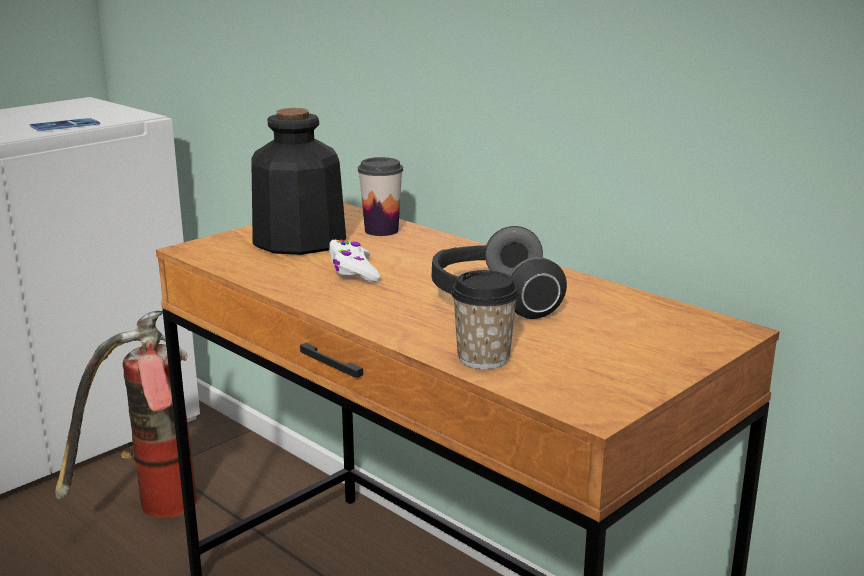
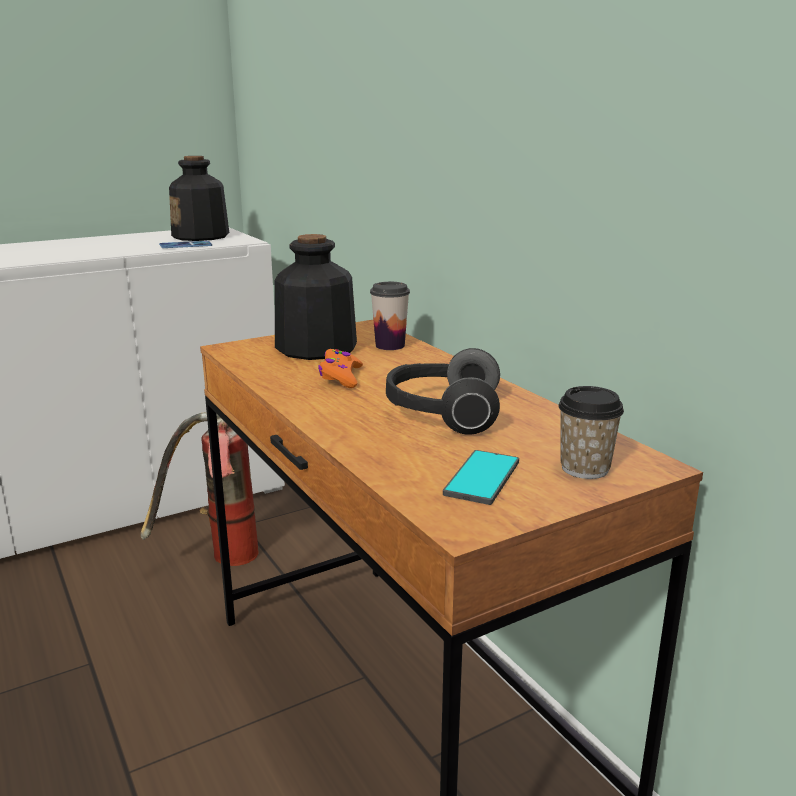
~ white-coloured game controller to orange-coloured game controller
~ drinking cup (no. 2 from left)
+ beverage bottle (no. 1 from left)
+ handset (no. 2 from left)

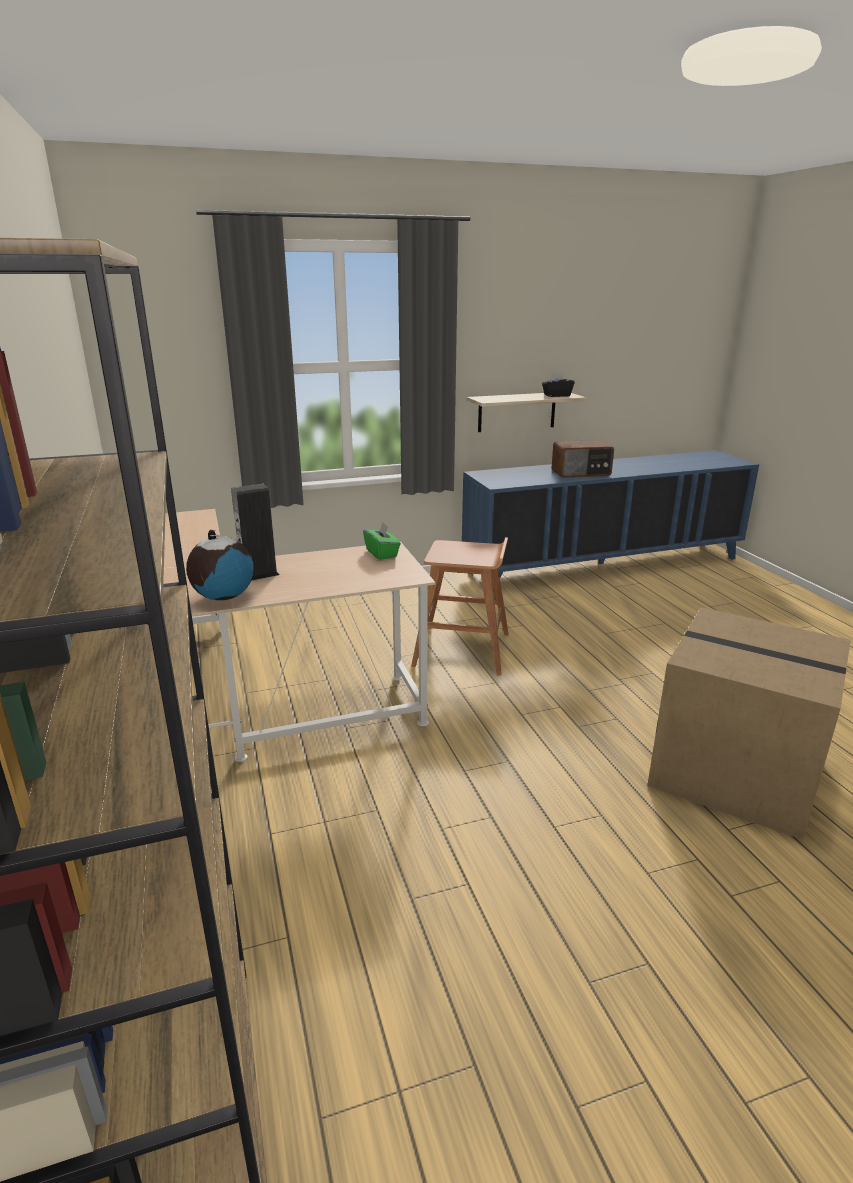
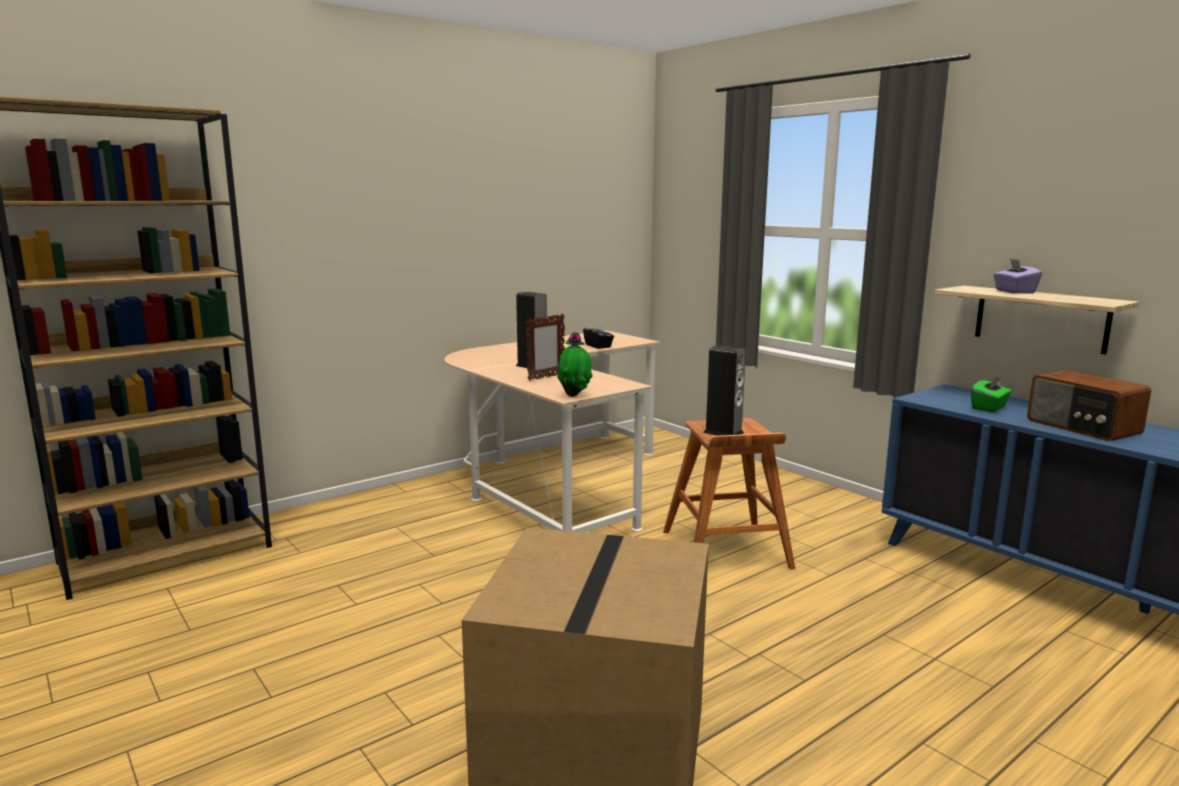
- globe
~ greenish tissue holder
~ black-coloured tissue holder
+ photo frame
+ plant in a pot
+ audio speaker (no. 2 from left)
+ purple-coloured tissue holder

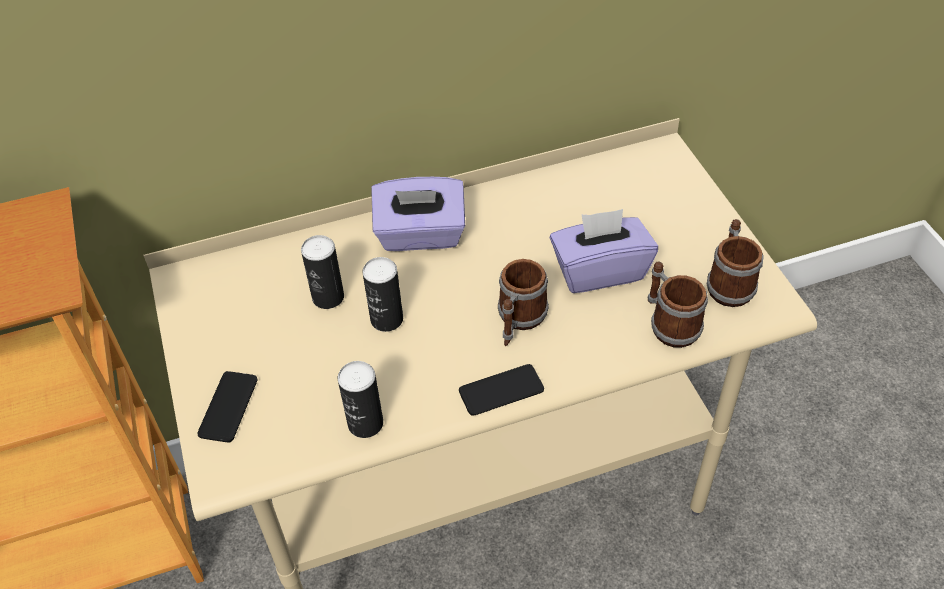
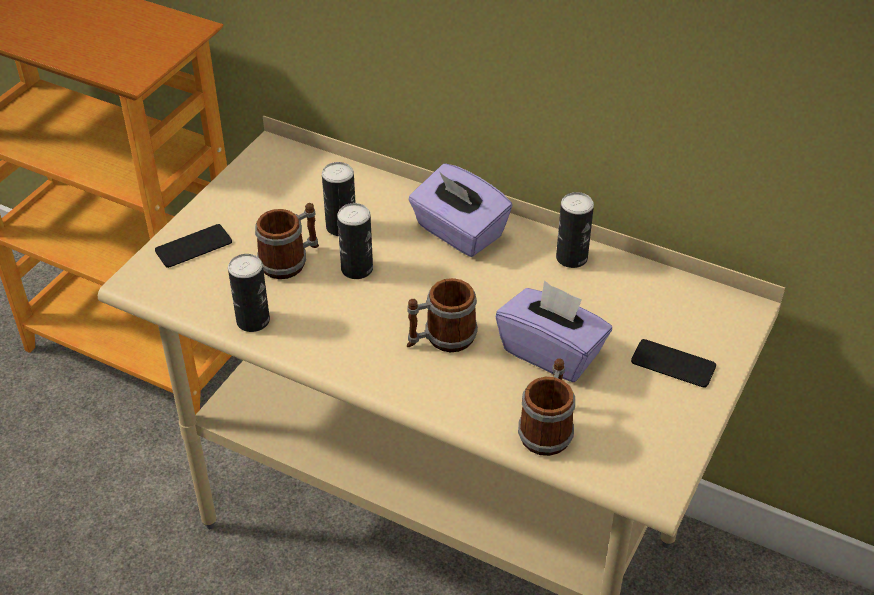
~ handset (no. 2 from left)
~ mug (no. 3 from left in the first image) to mug (no. 1 from left)
+ sealed can (no. 4 from left)

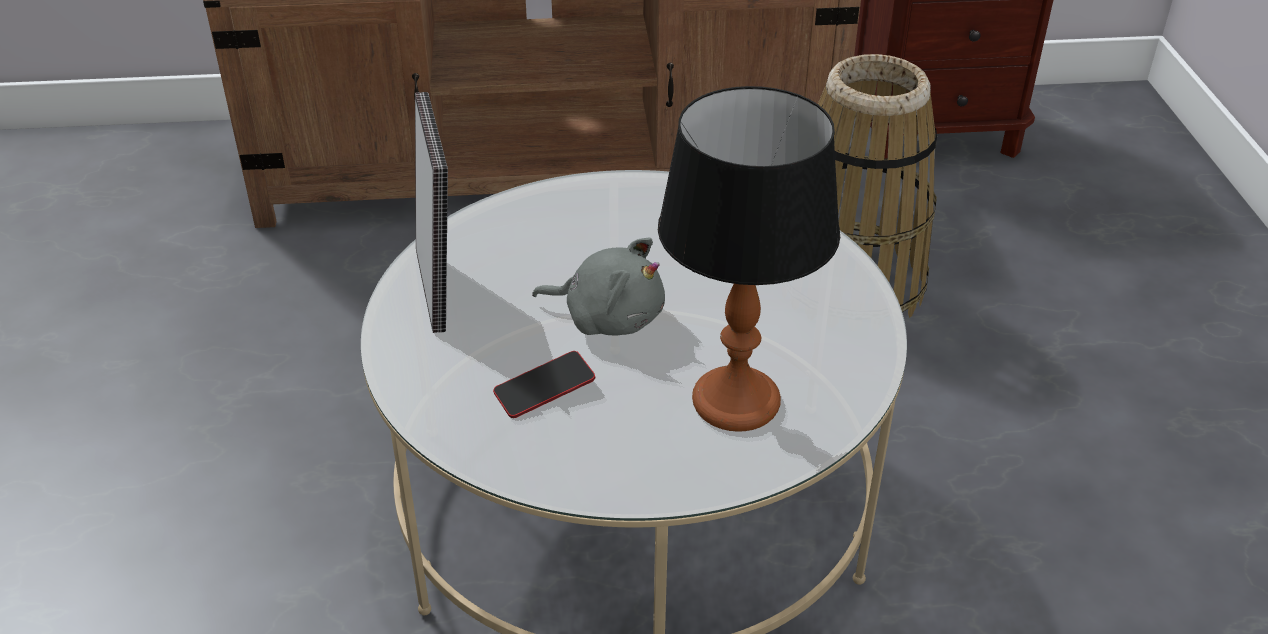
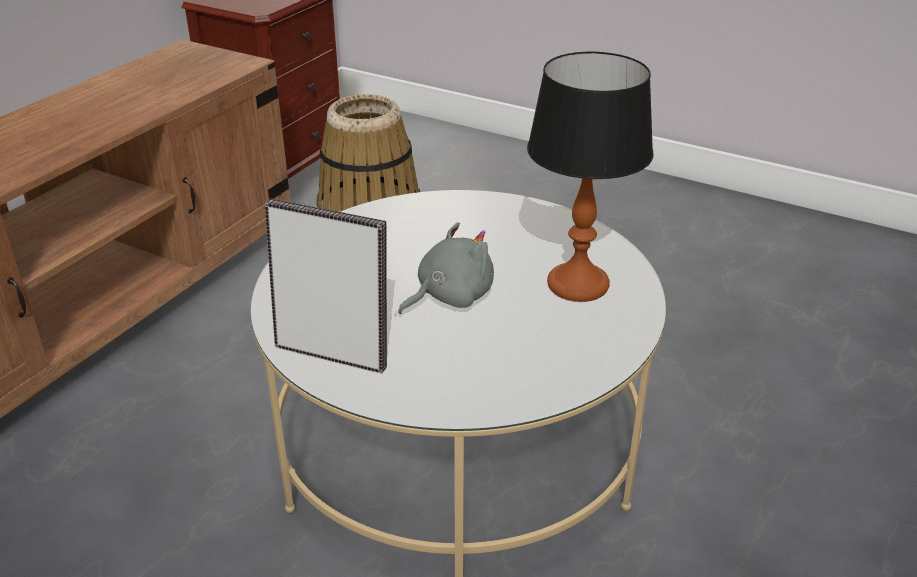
- handset

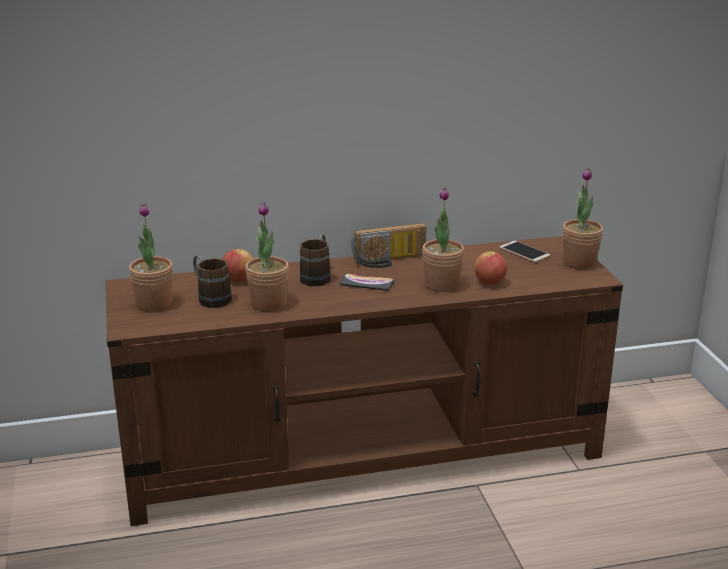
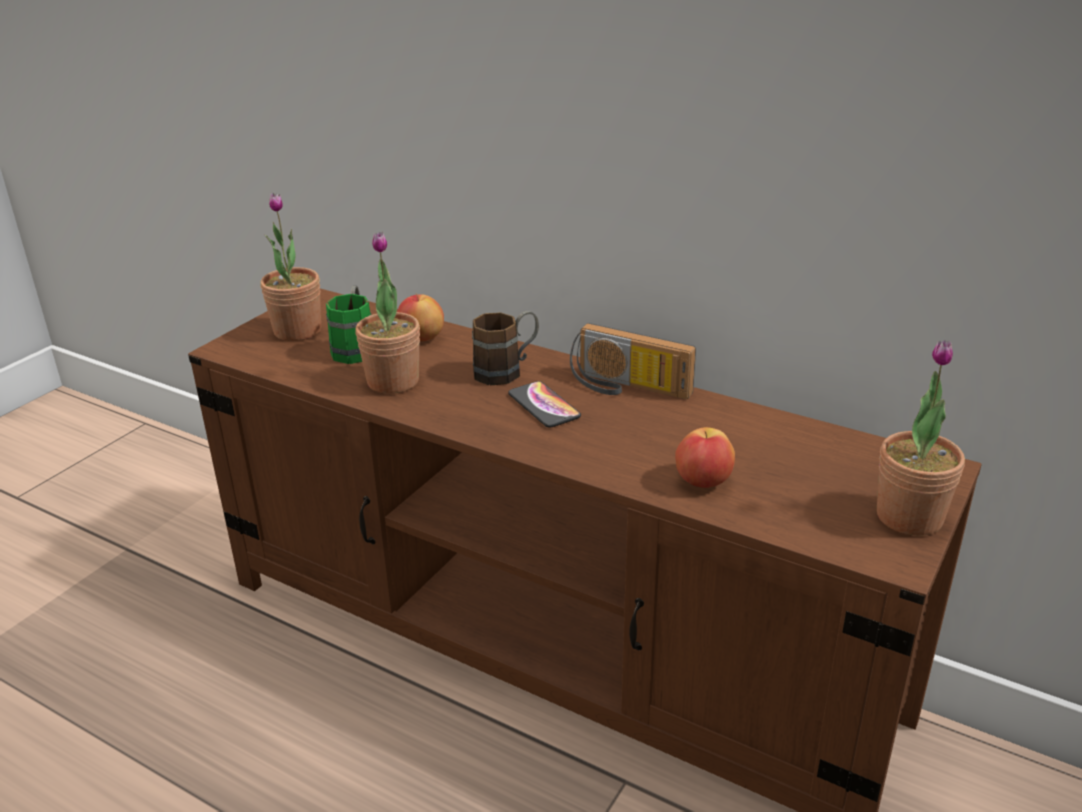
~ brown-coloured mug (no. 1 from left) to greenish mug
- plant in a pot (no. 3 from left)
- handset (no. 2 from left)

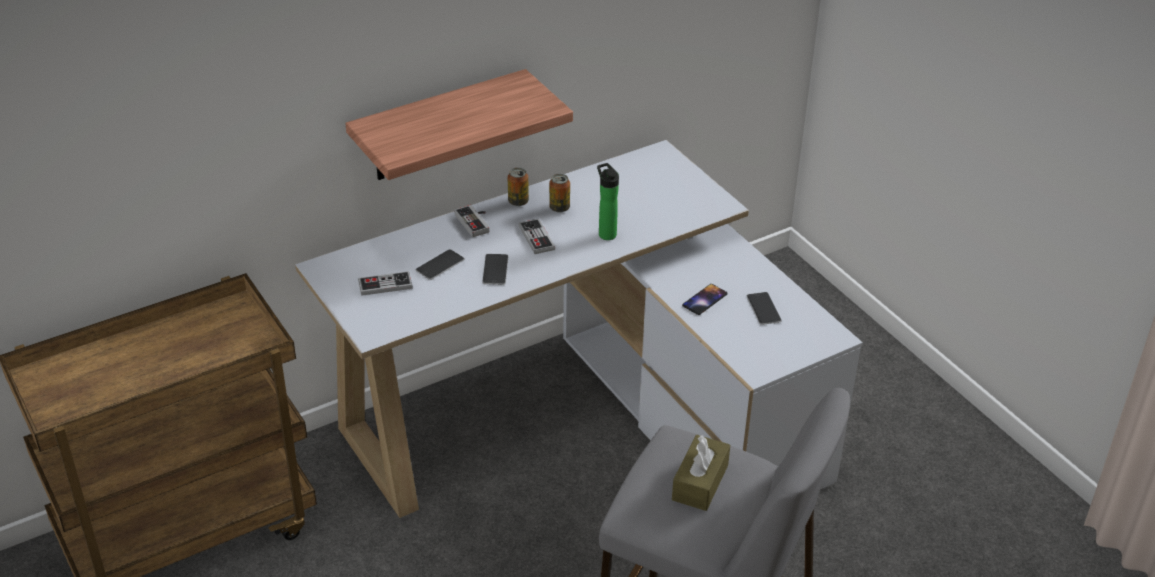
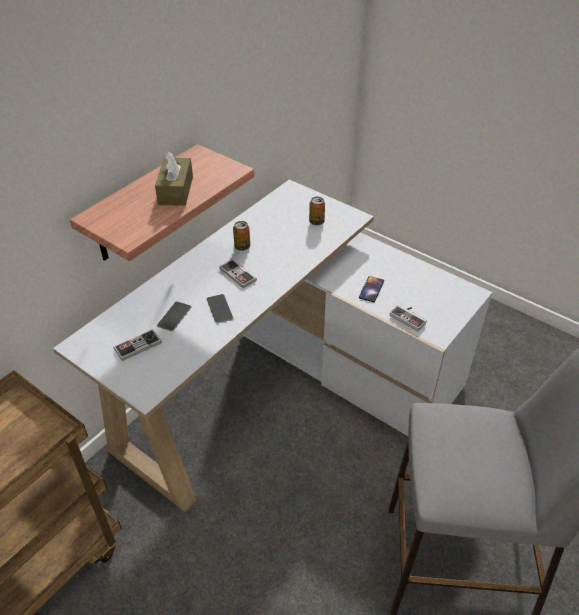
~ game controller (no. 2 from left in the first image) to game controller (no. 3 from left)
~ sealed can (no. 1 from left in the first image) to sealed can (no. 2 from left)
- beverage bottle
~ brown-coloured tissue holder
- handset (no. 4 from left)

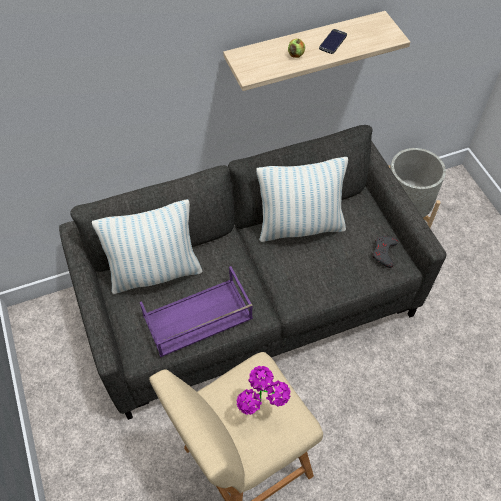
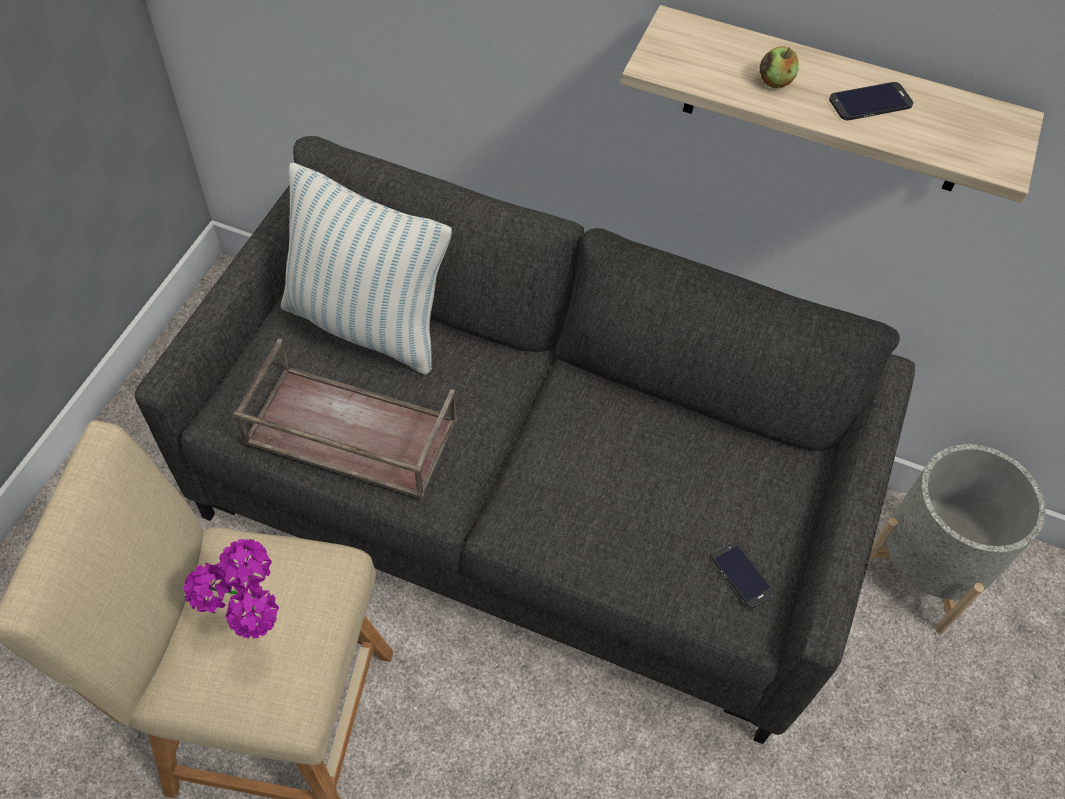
~ purple-coloured carrying tray to brown-coloured carrying tray
- cushion (no. 2 from left)
~ greyish game controller to handset (no. 1 from left)

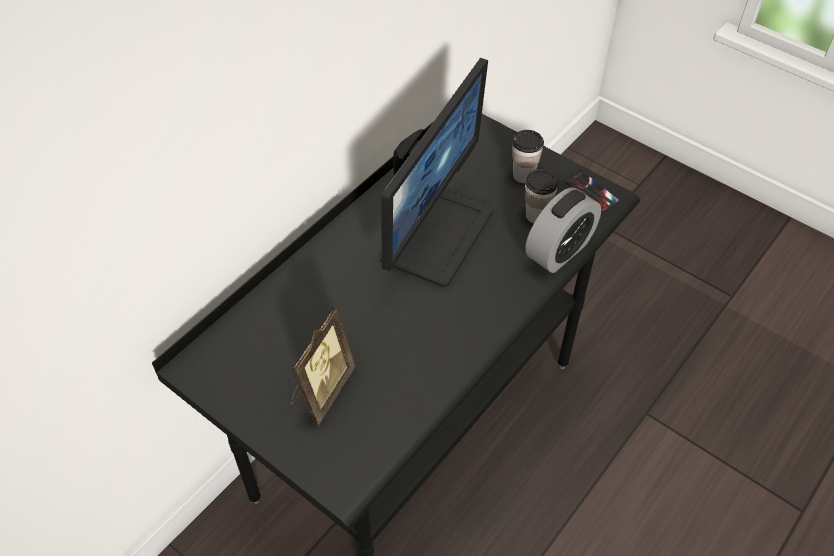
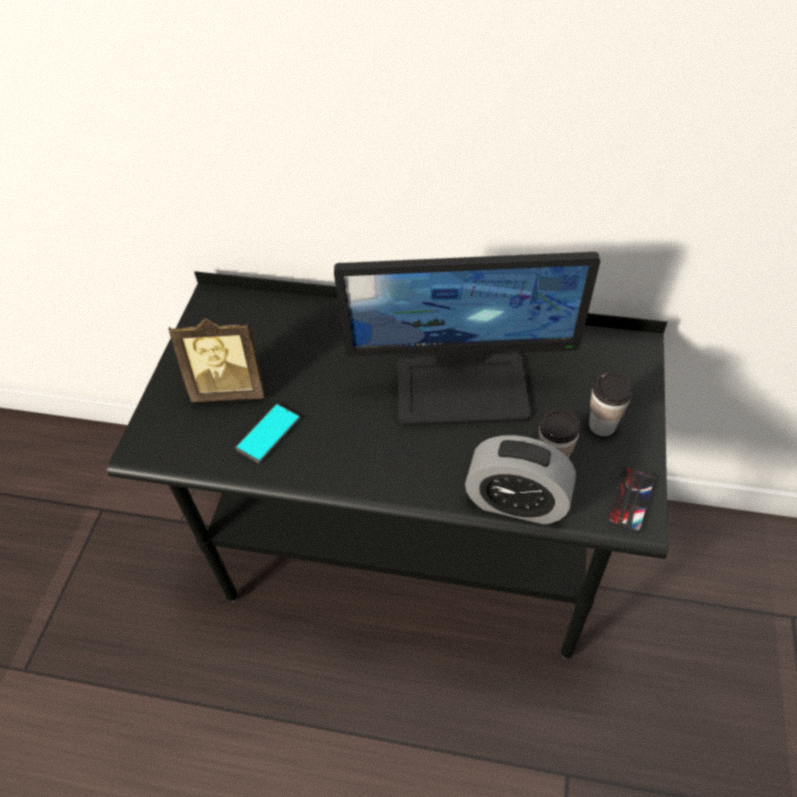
+ handset (no. 1 from left)

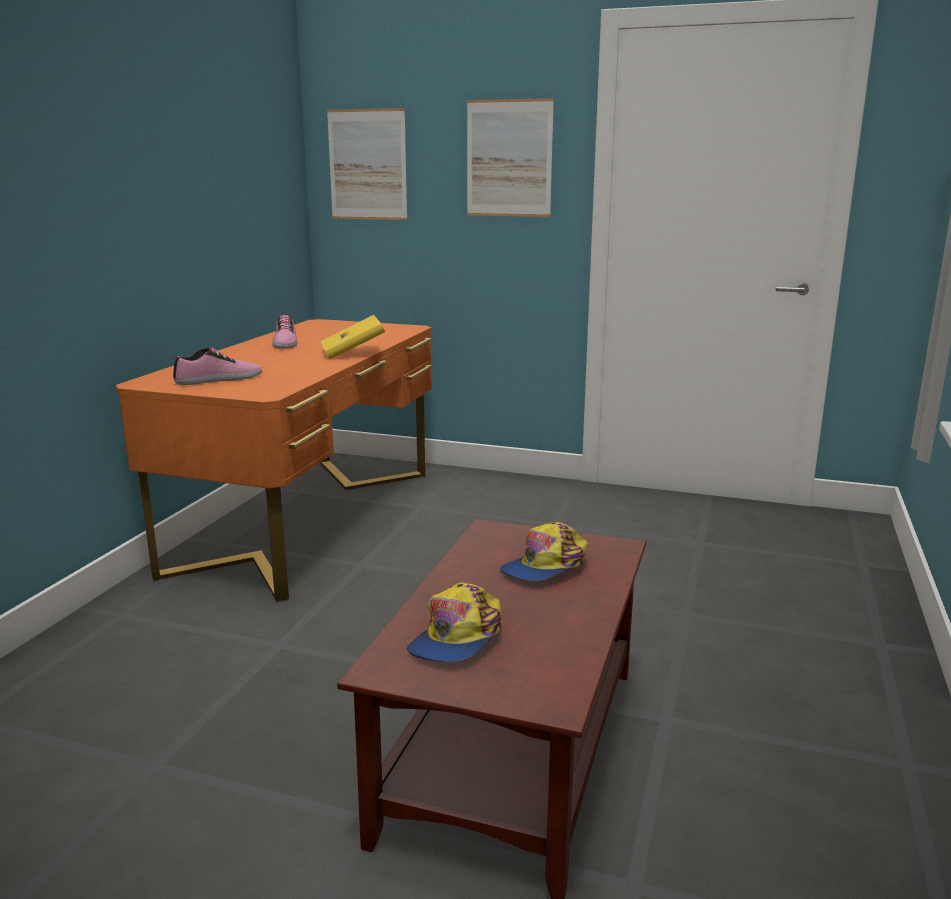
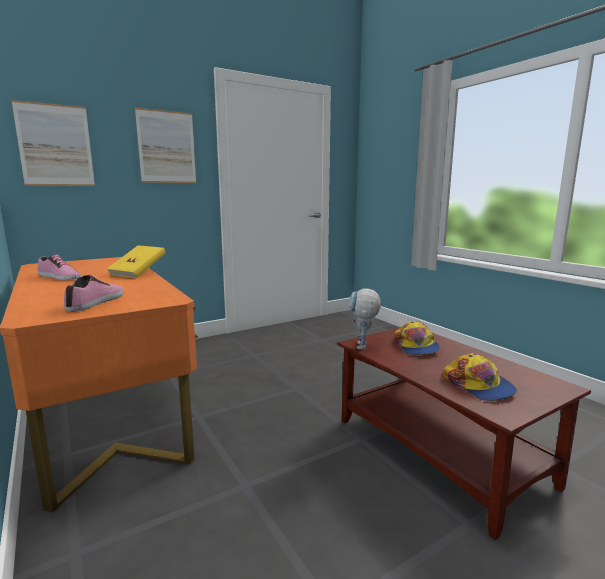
+ model robot

